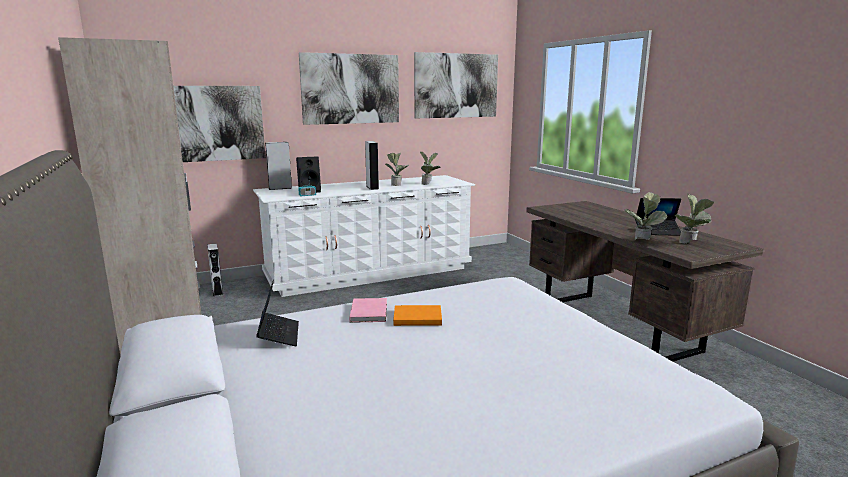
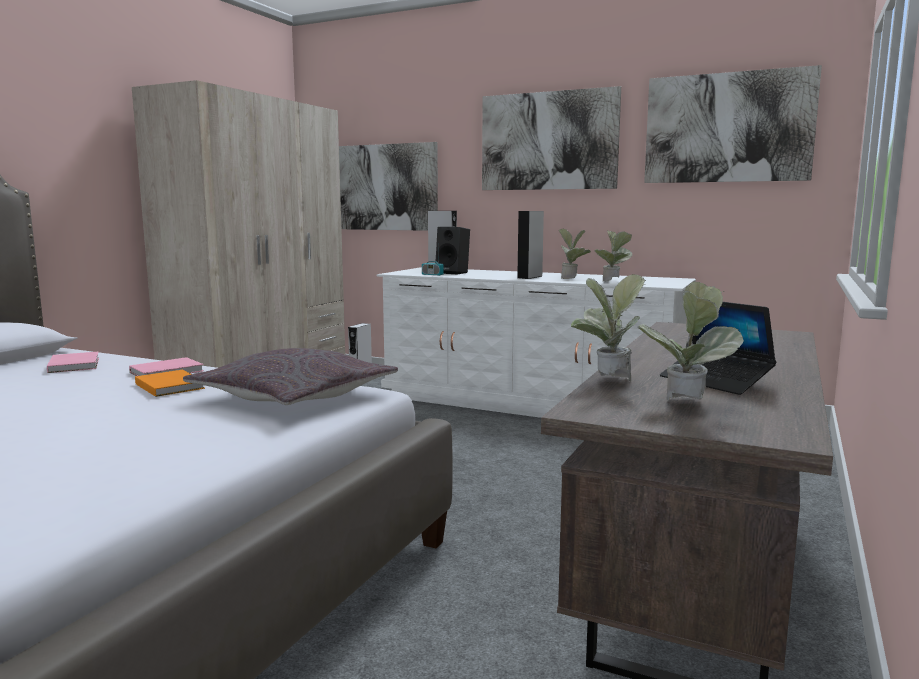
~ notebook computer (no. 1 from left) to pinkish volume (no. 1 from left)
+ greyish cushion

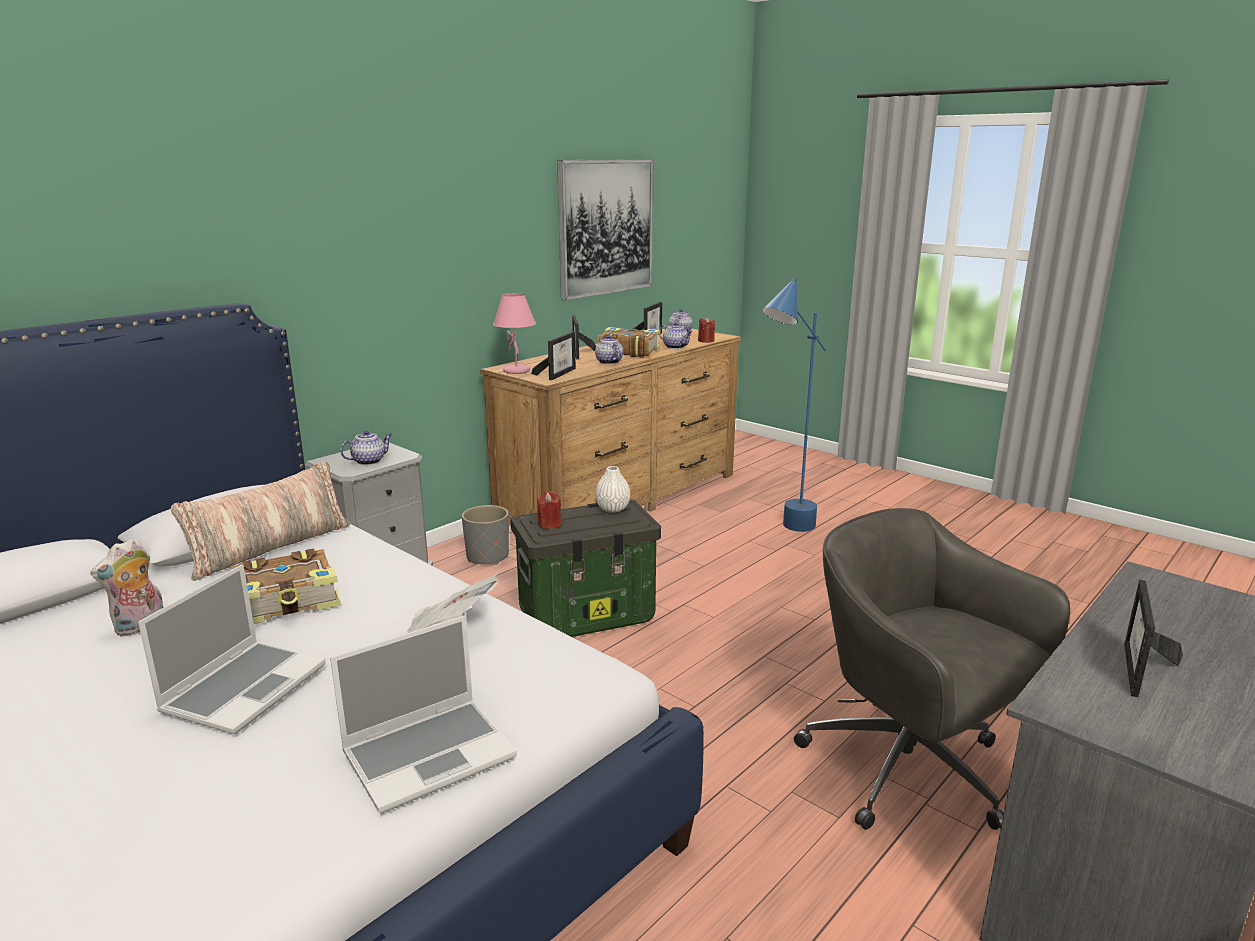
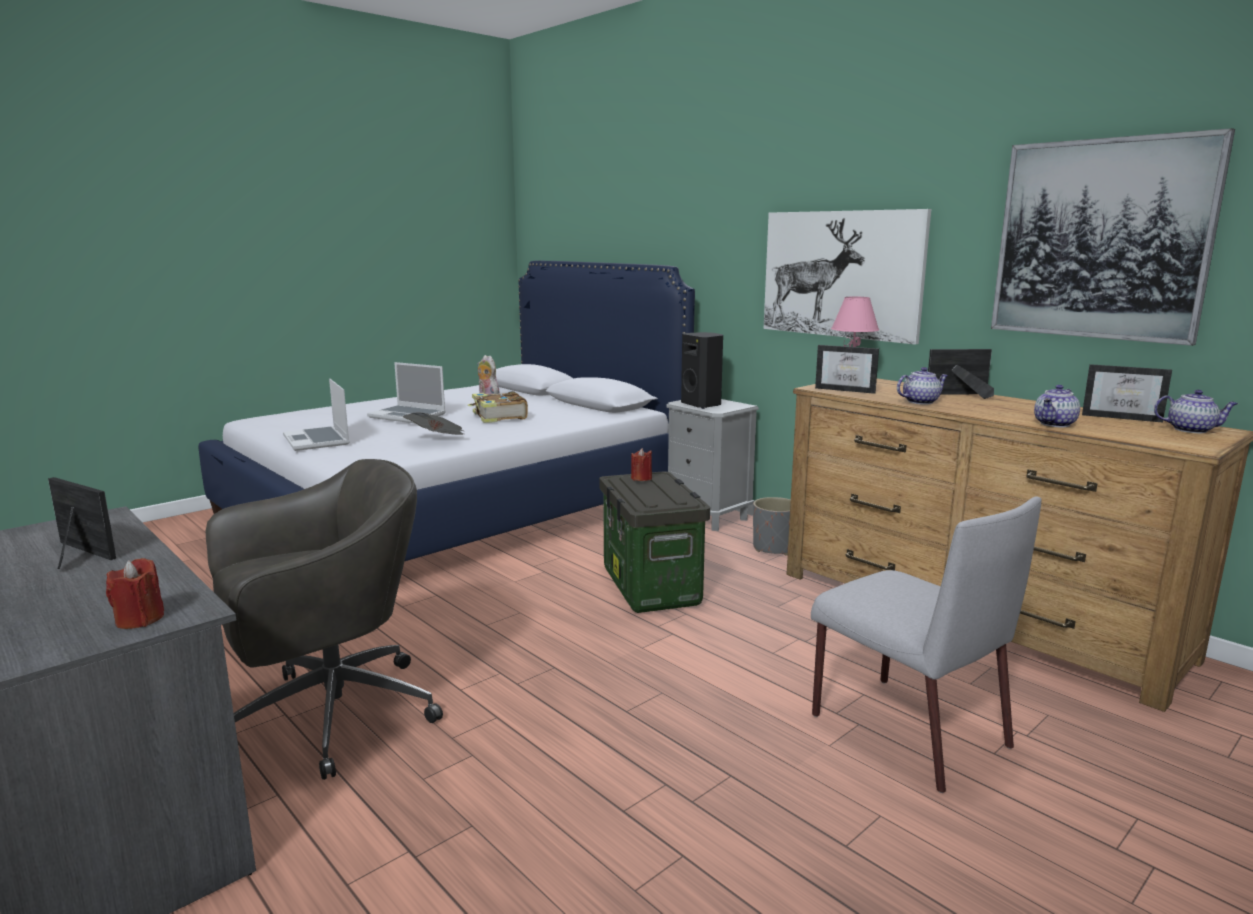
- cushion
~ teapot (no. 1 from left) to black-coloured audio speaker
- white-coloured decorative vase
- volume (no. 2 from left)
~ red candle (no. 2 from left in the first image) to red candle (no. 1 from left)
~ bluish floor lamp to greyish plain chair
+ wall art (no. 1 from left)

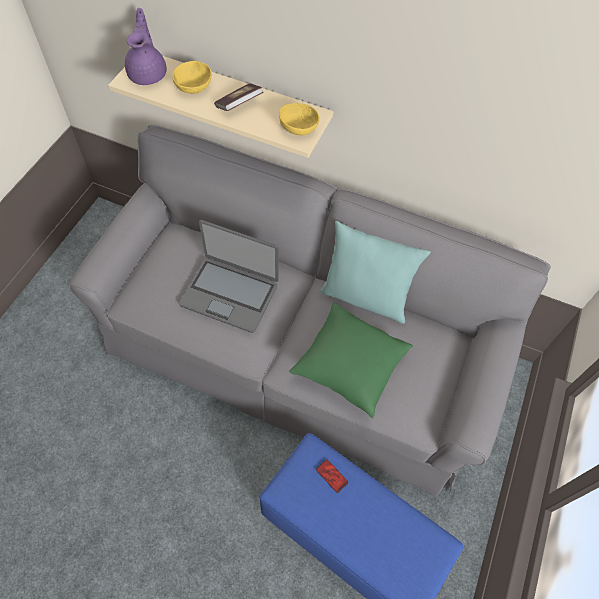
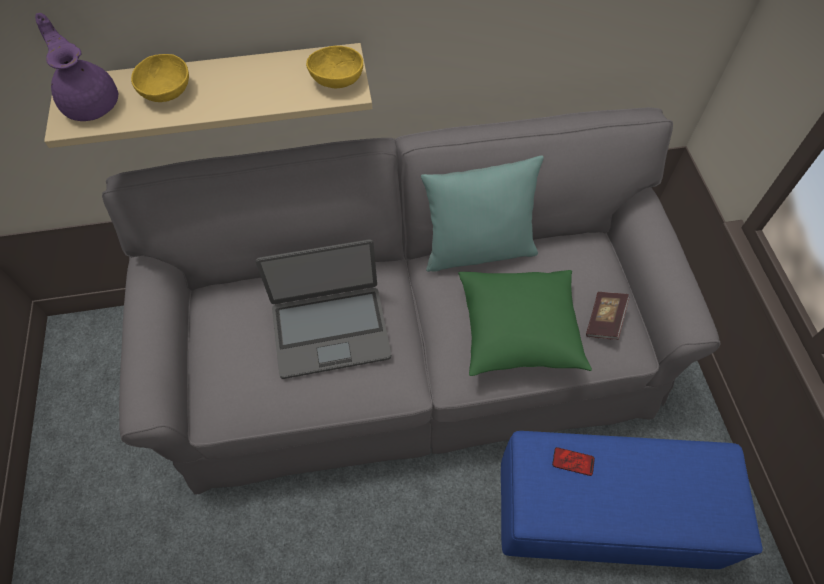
~ volume

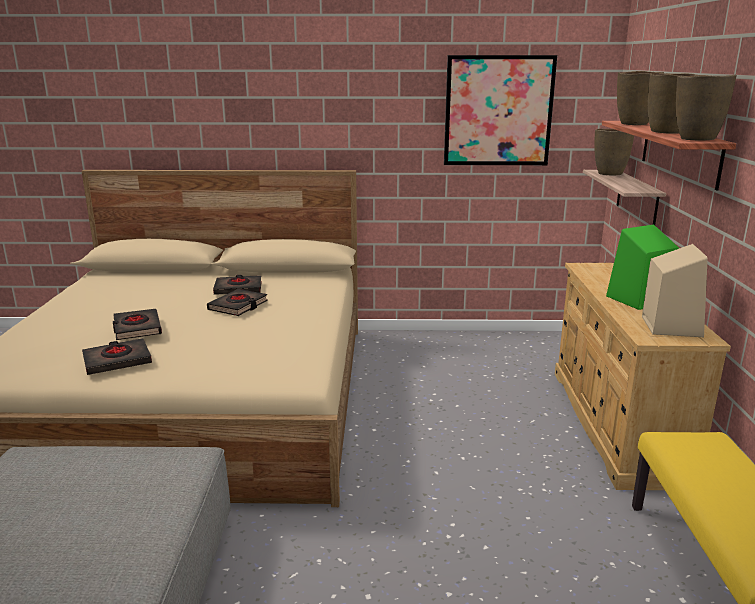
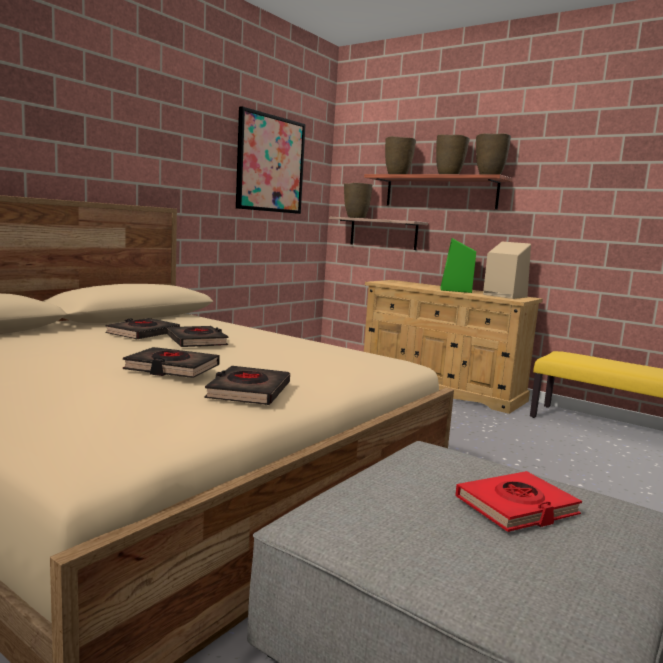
+ red volume

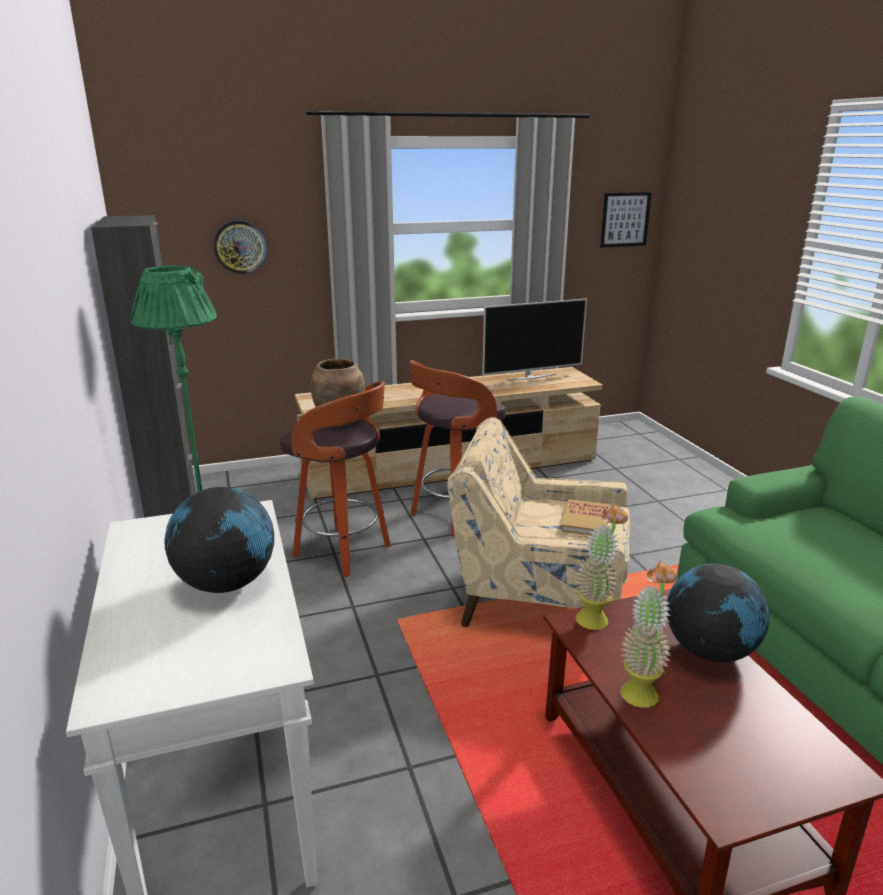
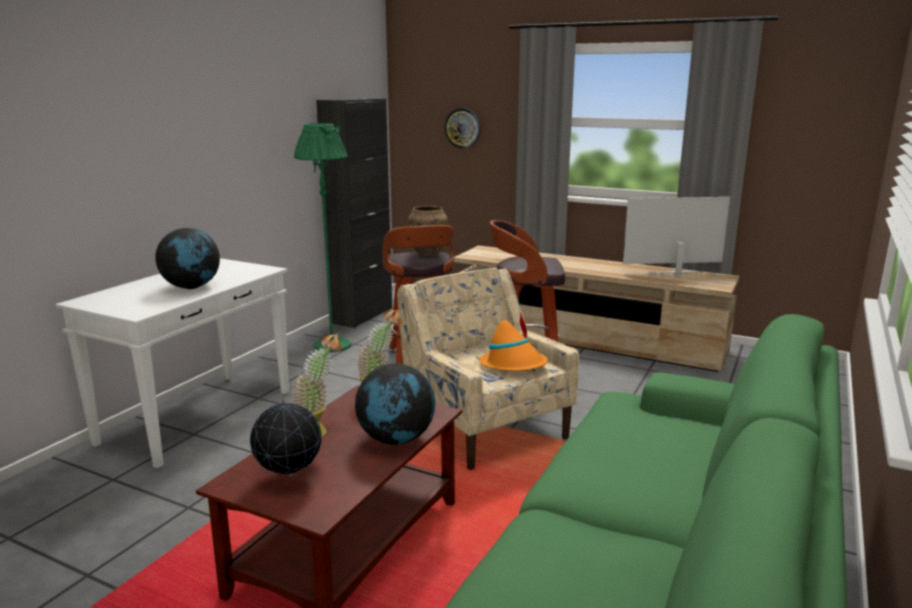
~ TV 150 degrees clockwise
~ volume to orange-coloured clothing hat
- wall art
+ globe (no. 2 from left)

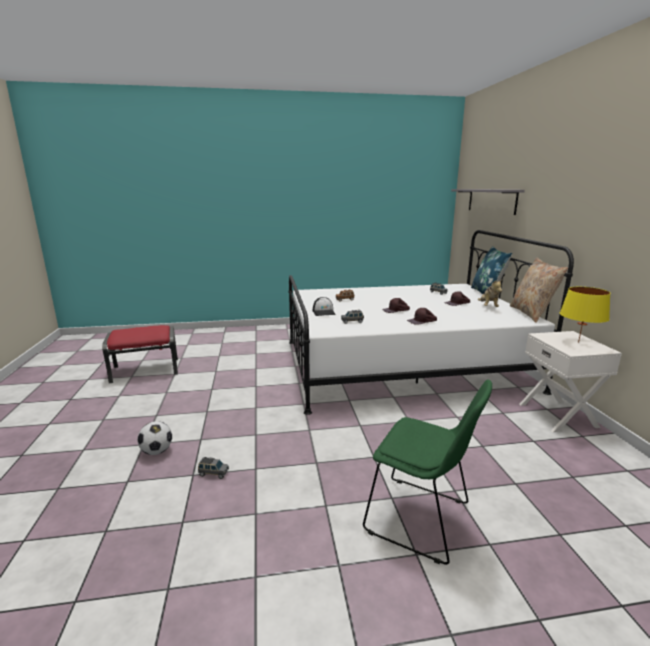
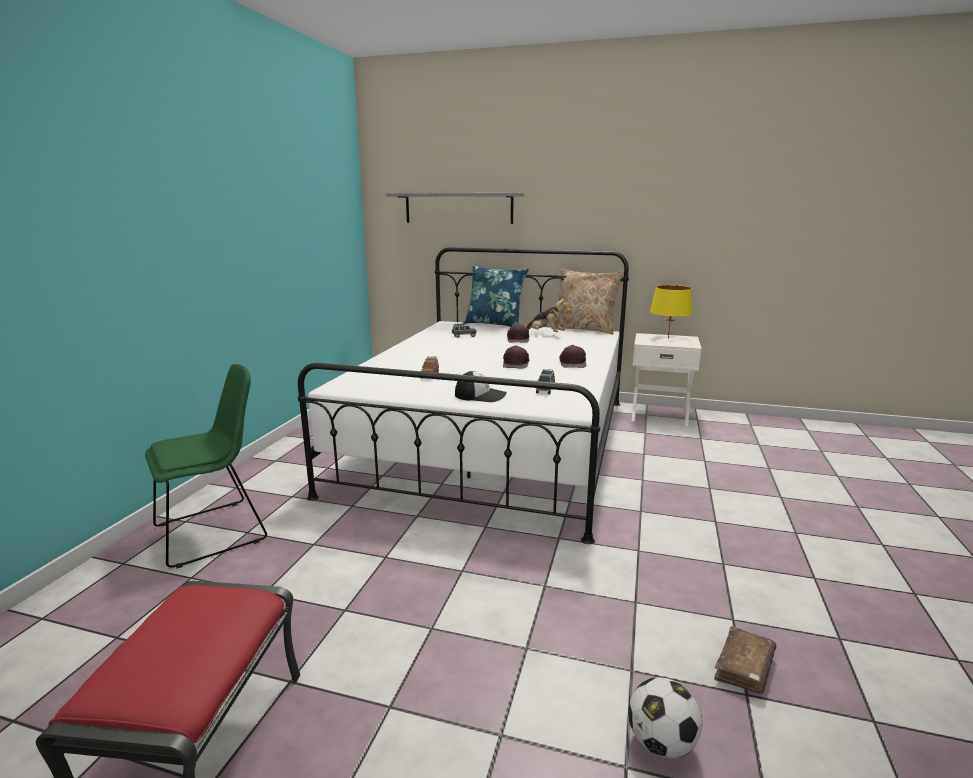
~ greyish miniature car (no. 1 from left) to brown-coloured volume
~ greenish plain chair

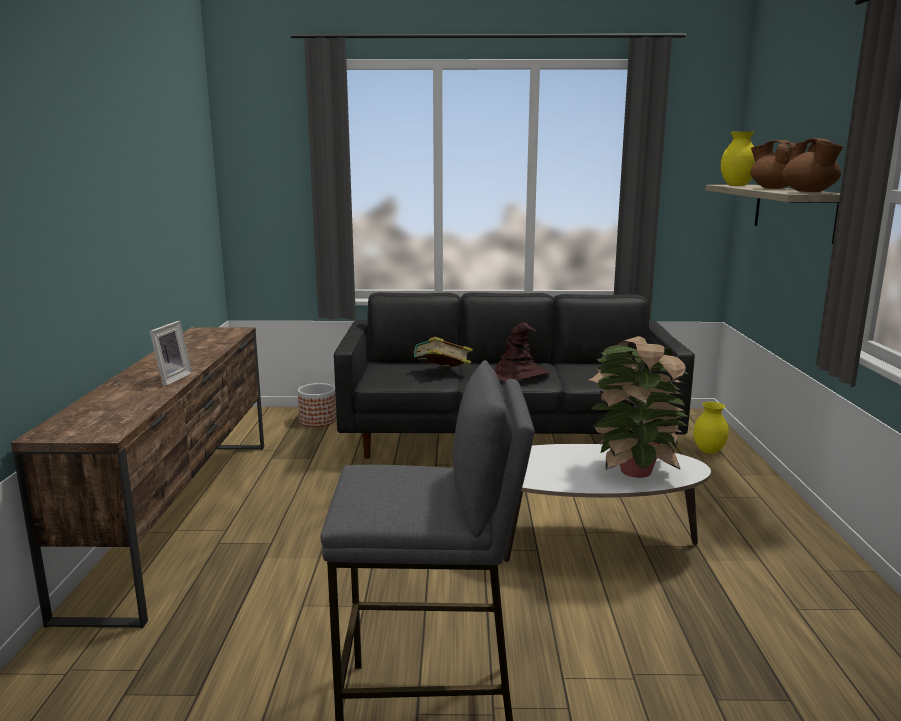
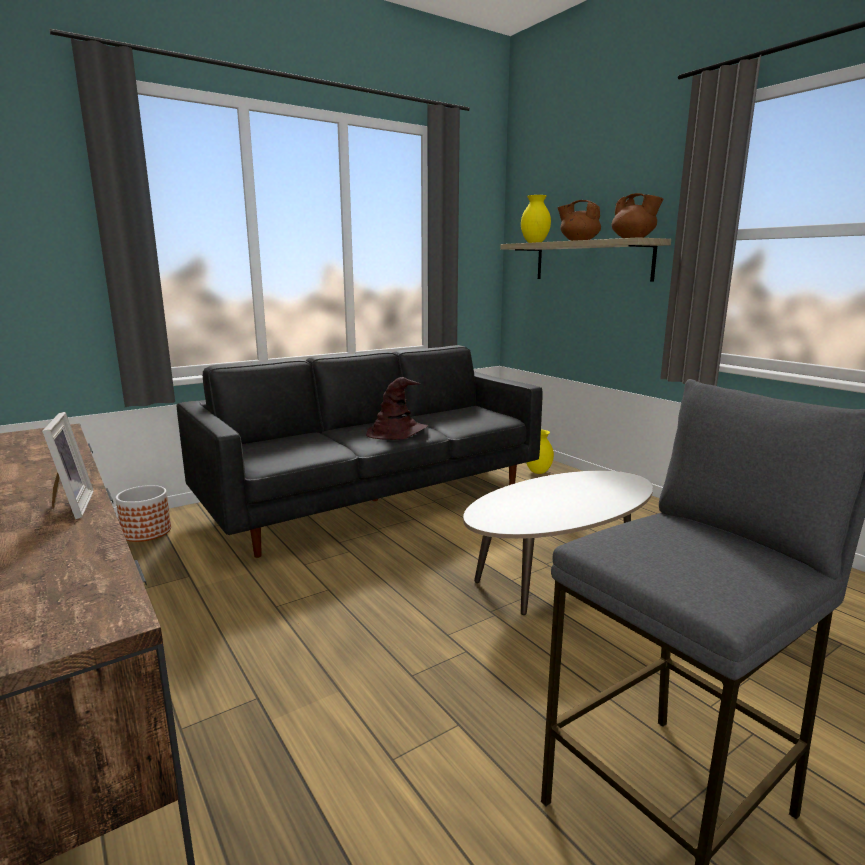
- volume
- plant in a pot

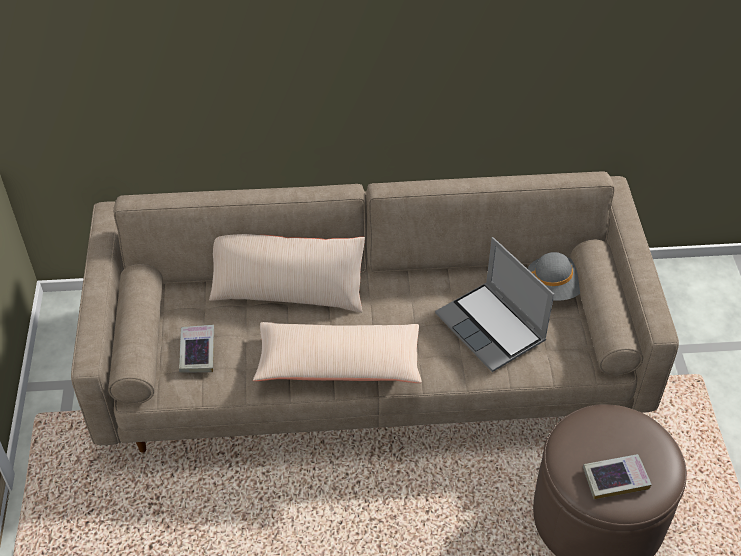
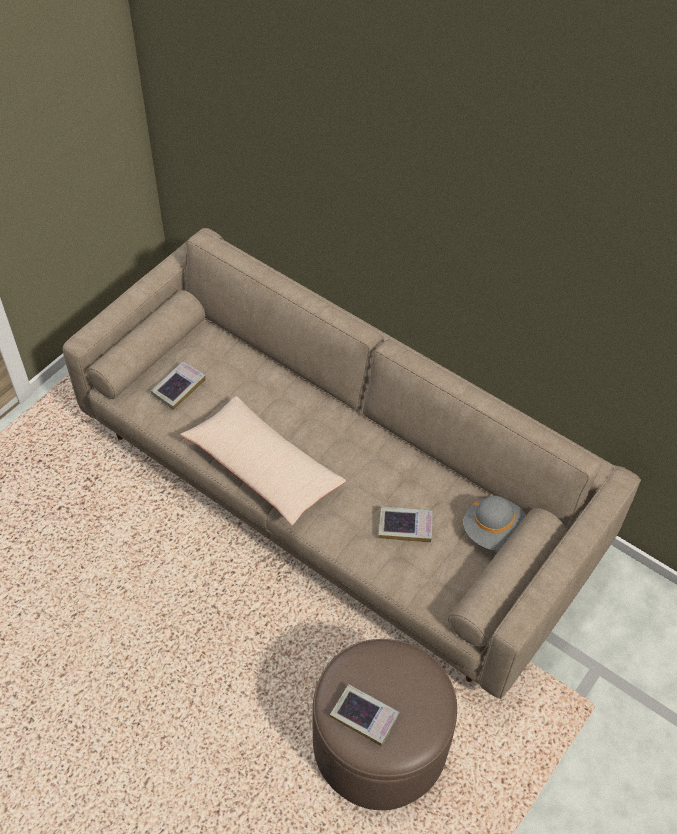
- beige-coloured cushion (no. 1 from left)
~ notebook computer to volume (no. 3 from left)

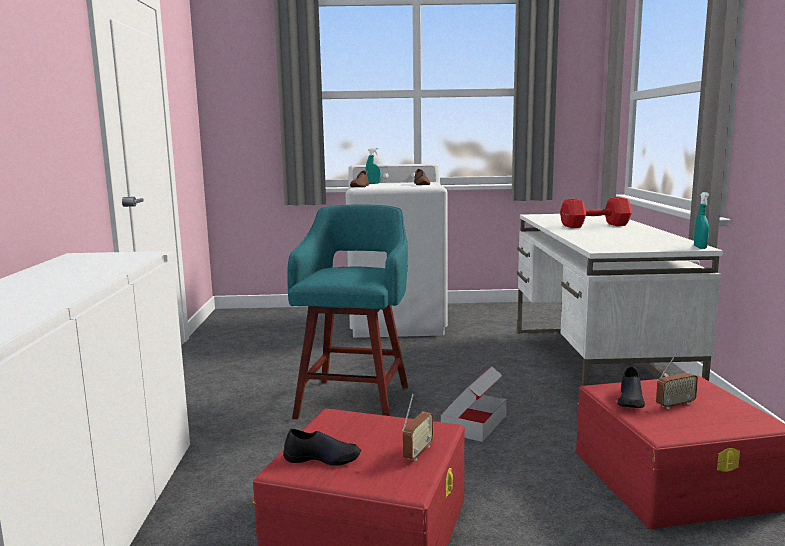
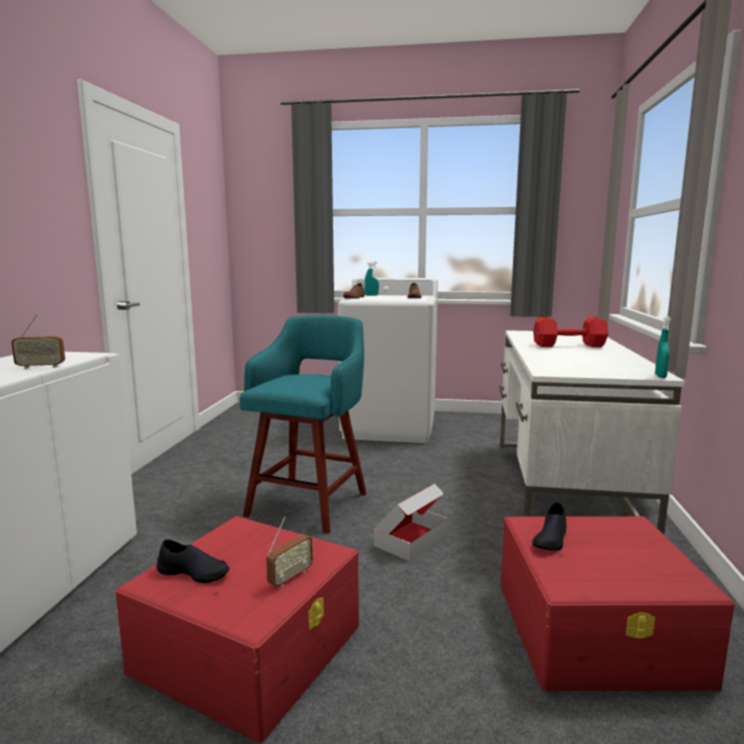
~ radio set (no. 2 from left in the first image) to radio set (no. 1 from left)

